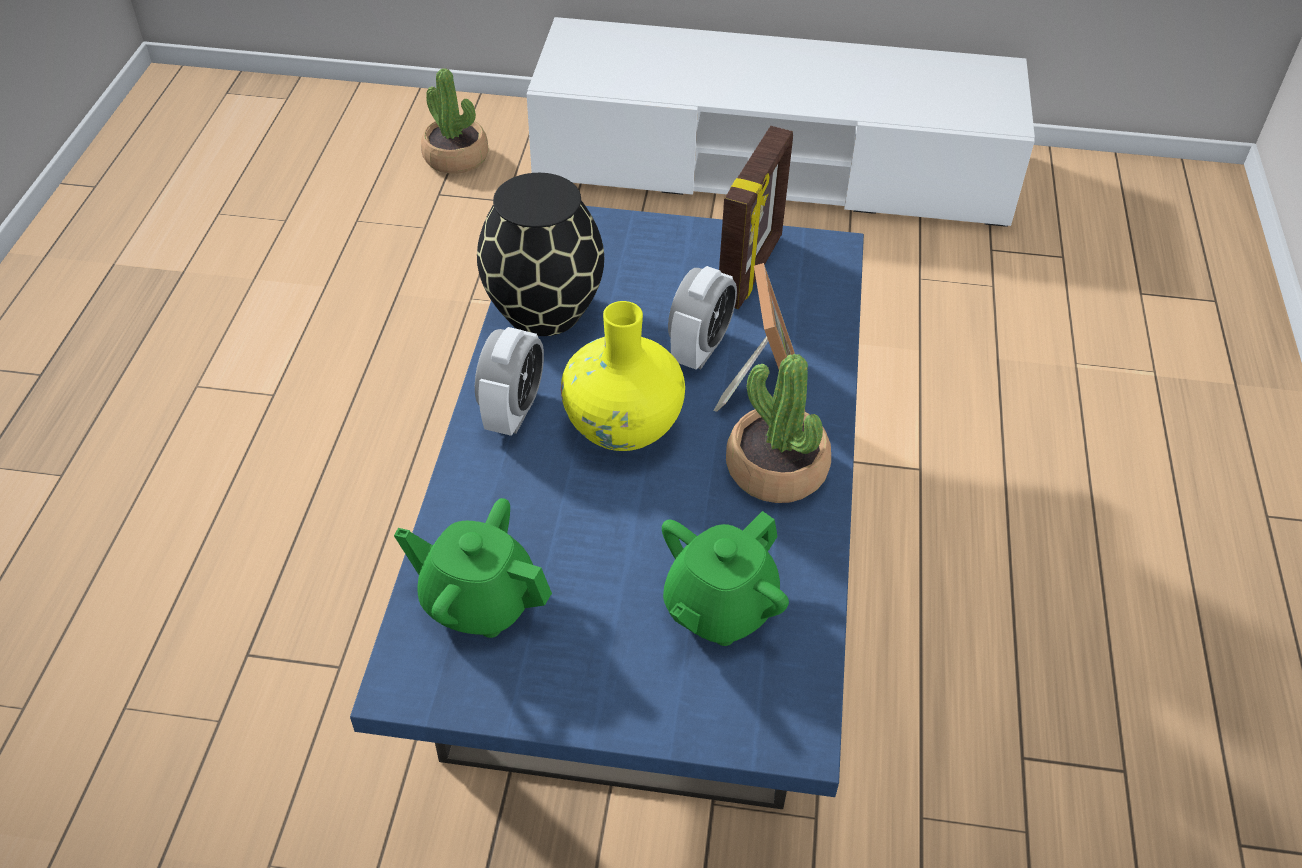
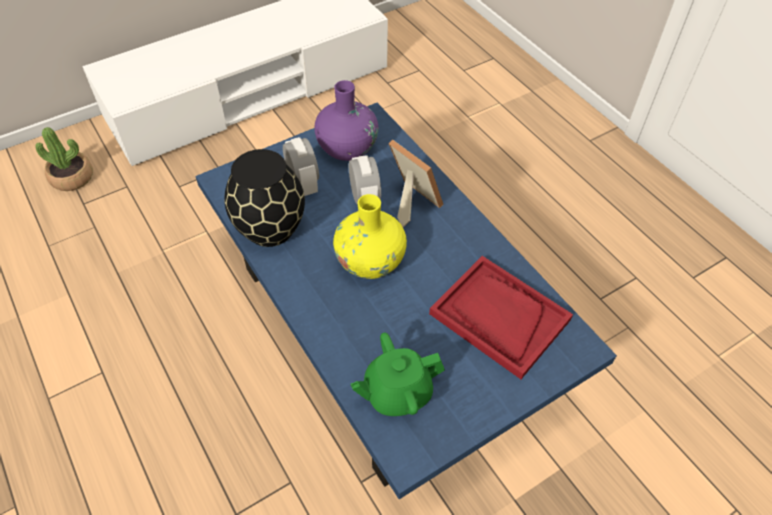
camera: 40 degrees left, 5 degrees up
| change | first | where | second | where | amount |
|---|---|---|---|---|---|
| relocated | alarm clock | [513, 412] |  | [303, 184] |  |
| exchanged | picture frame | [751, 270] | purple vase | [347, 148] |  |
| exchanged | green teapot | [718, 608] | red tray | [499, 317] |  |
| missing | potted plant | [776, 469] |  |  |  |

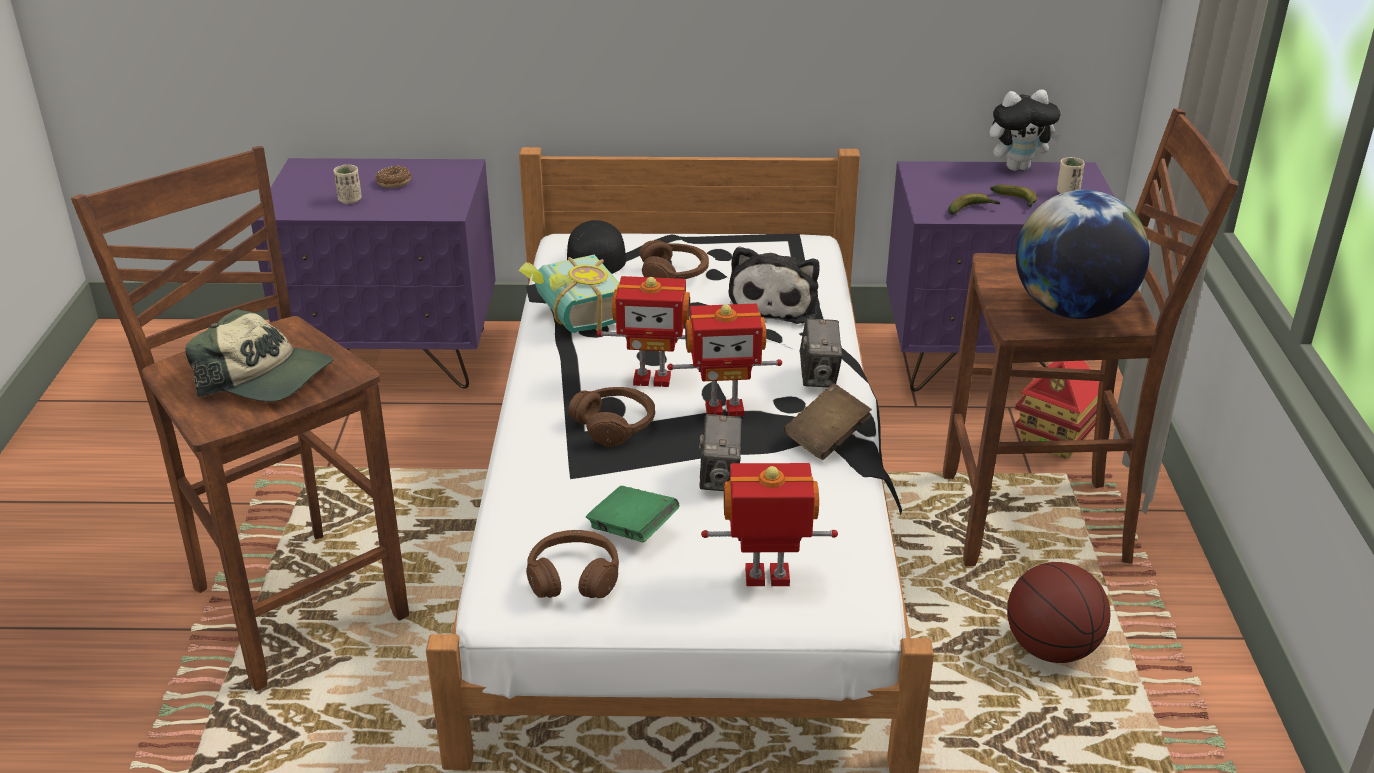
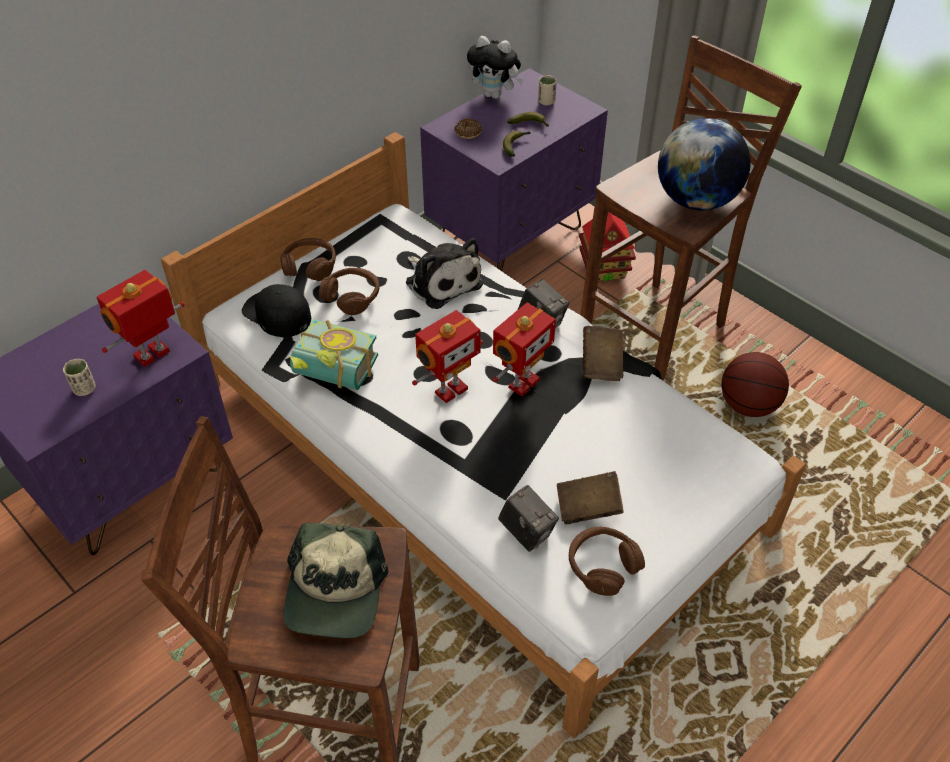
camera: 45 degrees left, 15 degrees up
| change | first | where | second | where | amount |
|---|---|---|---|---|---|
| relocated | toy robot | [767, 579] |  | [153, 355] |  |
| relocated | brown headphones | [615, 425] |  | [310, 266] |  |
| spun | cap | [266, 377] |  | [334, 592] | 120 degrees clockwise |
| relocated | donut | [394, 182] |  | [468, 132] |  |
| spun | plush toy | [1018, 167] |  | [495, 95] | 75 degrees clockwise |
| relocated | photo camera | [720, 478] |  | [527, 532] |  |
| colour | green book | [632, 530] | brown book | [588, 507] |  |

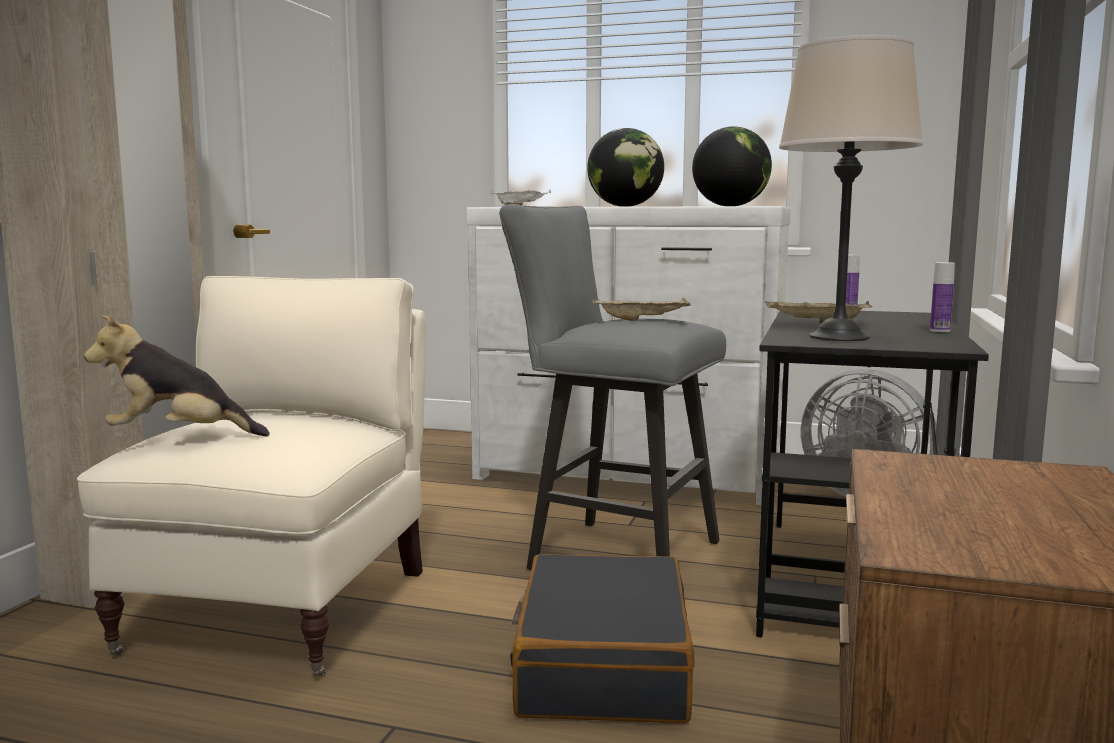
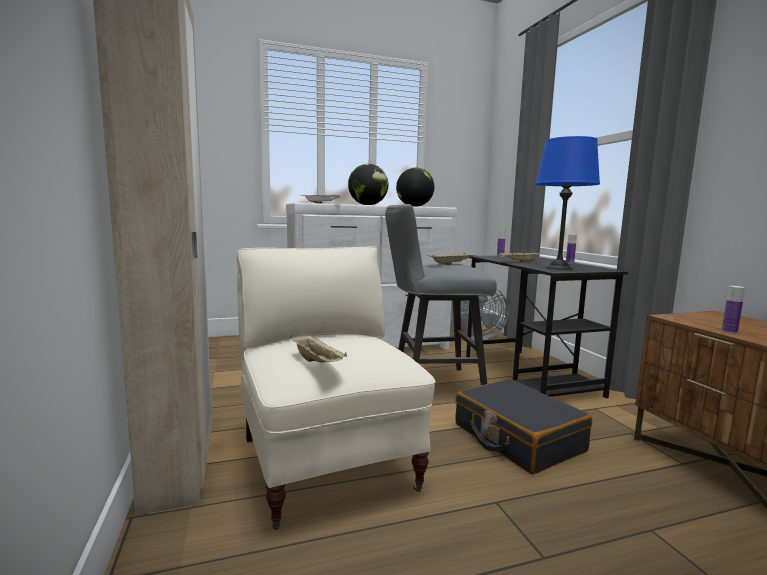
camera: 35 degrees left, 0 degrees up
| change | first | where | second | where | amount |
|---|---|---|---|---|---|
| exchanged | plush toy | [179, 437] | beige tray | [317, 362] |  |
| colour | beige table lamp | [839, 337] | blue table lamp | [559, 268] |  |
| appeared |  |  | bottle | [729, 332] |  |

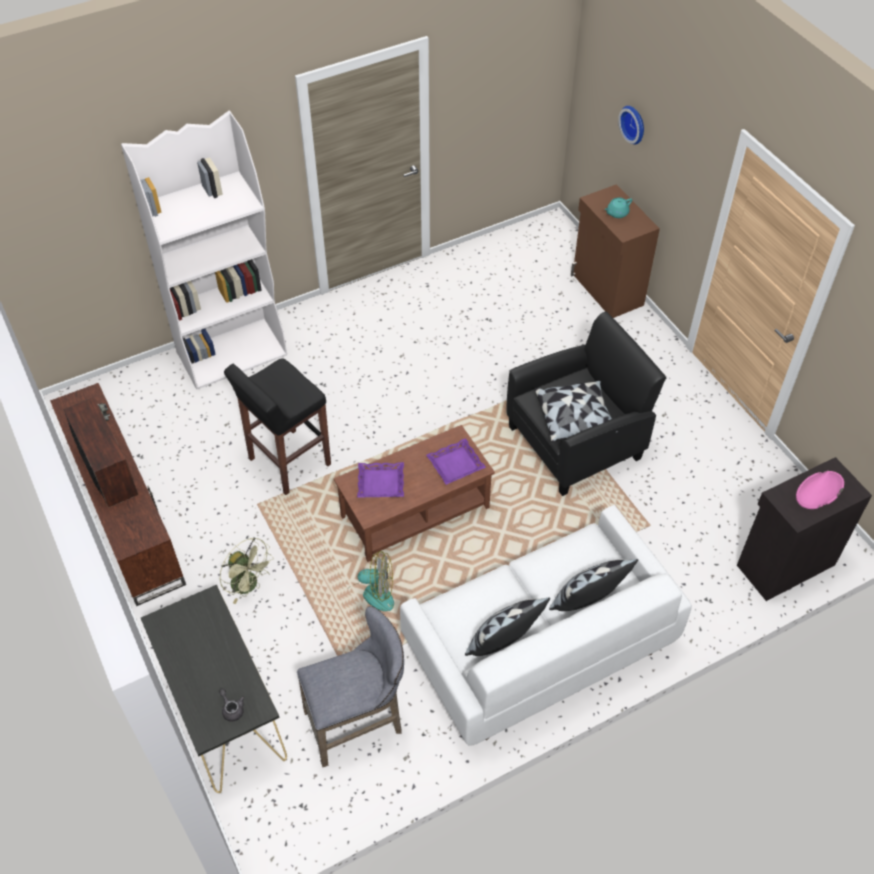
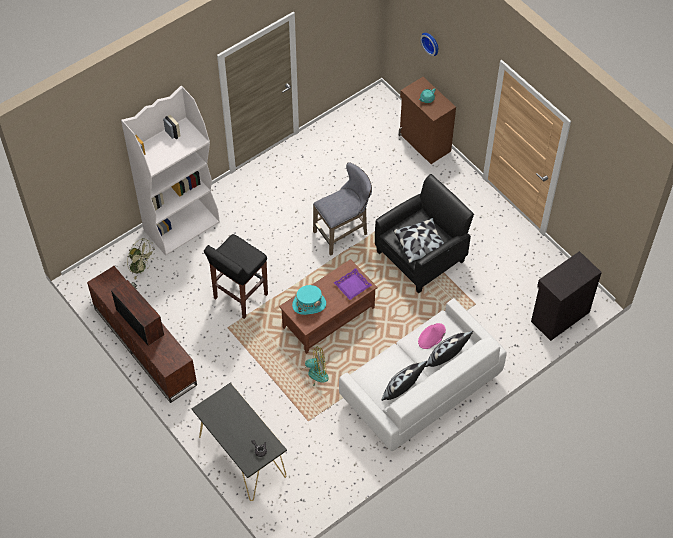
camera: 10 degrees left, 5 degrees up
| change | first | where | second | where | amount |
|---|---|---|---|---|---|
| relocated | green fan | [249, 585] |  | [141, 268] |  |
| exchanged | purple tray | [381, 483] | turquoise hat | [309, 304] |  |
| relocated | grey stool | [359, 723] |  | [343, 233] |  |
| relocated | pink hat | [819, 491] |  | [431, 336] |  |

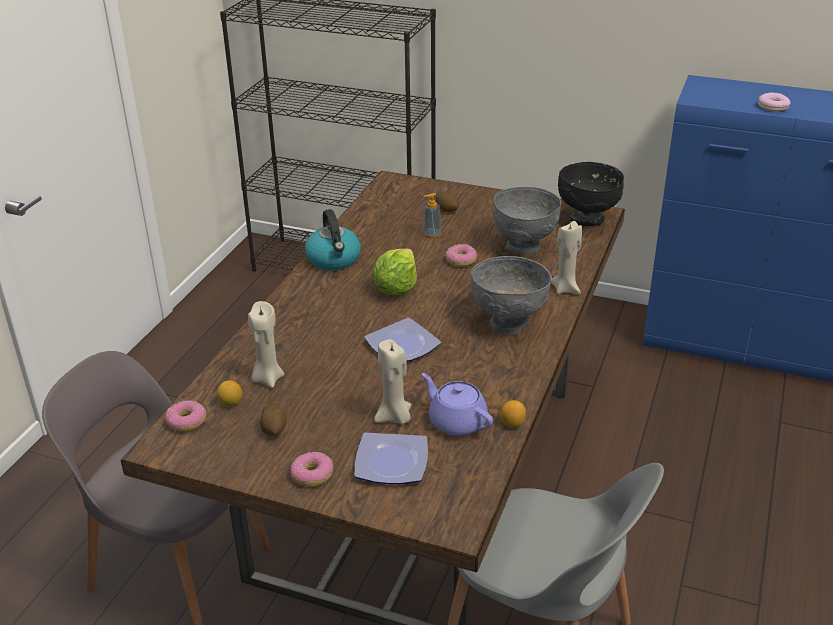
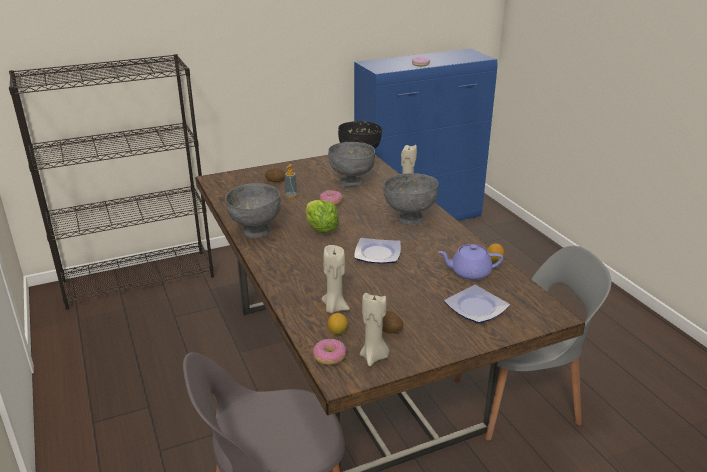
camera: 45 degrees left, 5 degrees down
| change | first | where | second | where | amount |
|---|---|---|---|---|---|
| exchanged | kettle | [334, 259] | grey bowl | [255, 231] |  |
| relocated | beige candle | [395, 417] |  | [374, 357] |  |
| missing | donut | [312, 475] |  |  |  |

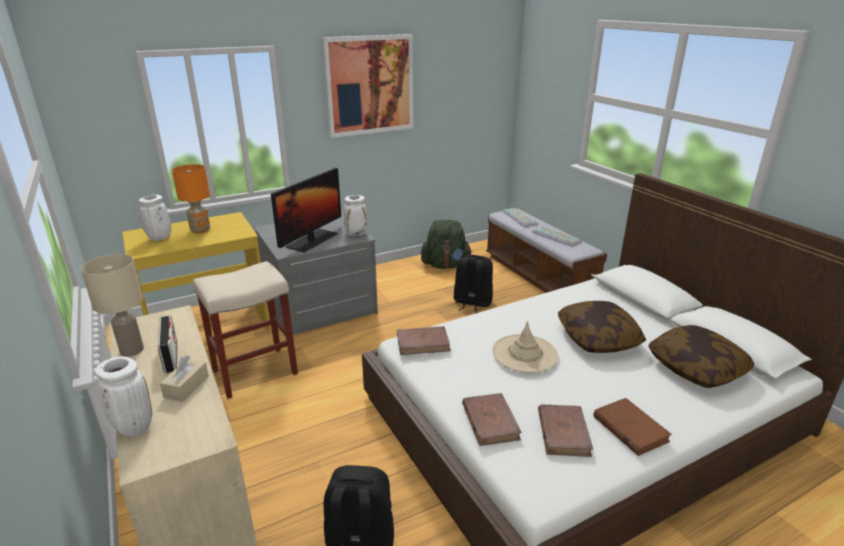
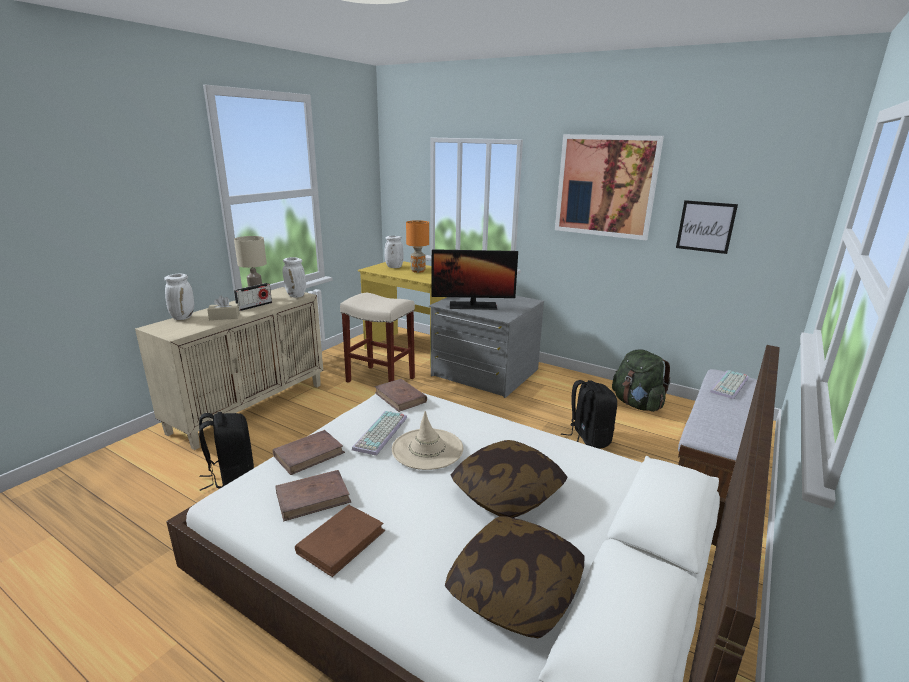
camera: 60 degrees right, 5 degrees down
| change | first | where | second | where | amount |
|---|---|---|---|---|---|
| relocated | white vase | [356, 233] |  | [296, 296] |  |
| relocated | keyboard | [557, 237] |  | [381, 433] |  |
| appeared |  |  | picture | [705, 226] |  |

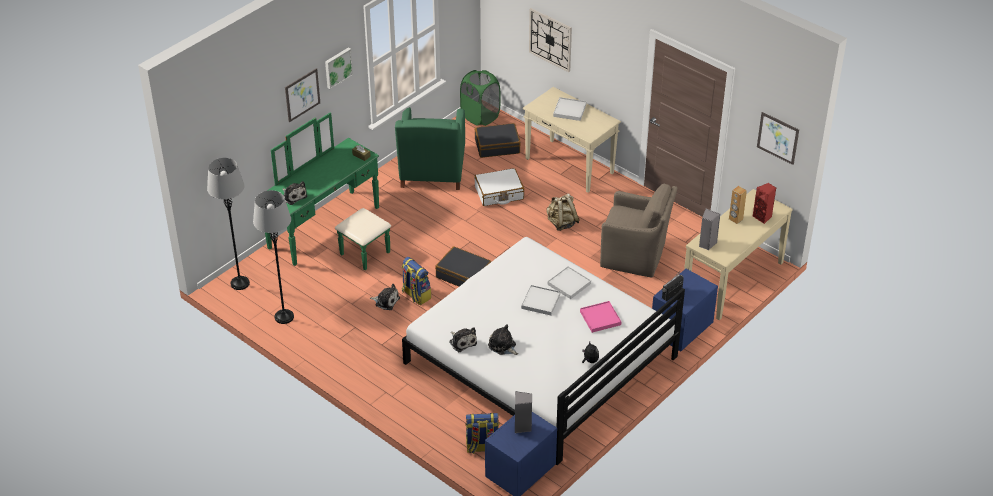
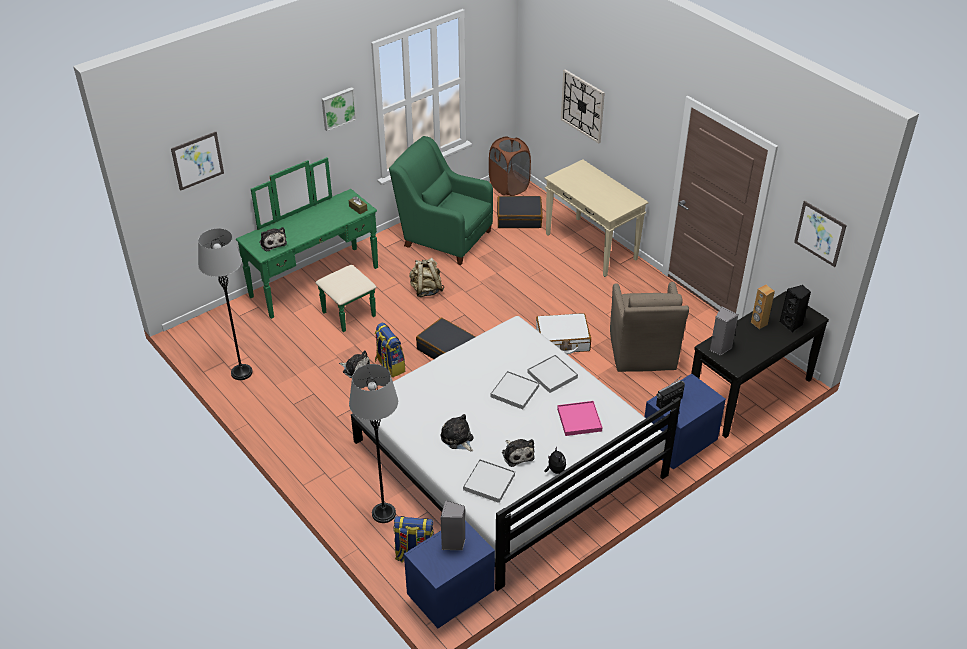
camera: 10 degrees right, 0 degrees up
| change | first | where | second | where | amount |
|---|---|---|---|---|---|
| relocated | picture | [302, 95] |  | [197, 160] |  |
| relocated | grey floor lamp | [240, 283] |  | [383, 513] |  |
| spun | green armchair | [432, 172] |  | [444, 237] | 105 degrees clockwise |
| relocated | beige backpack | [562, 223] |  | [426, 290] |  |
| relocated | white tray | [569, 110] |  | [489, 482] |  |
| colour | green laundry basket | [480, 116] | brown laundry basket | [509, 187] |  |
| relocated | plush toy | [462, 342] |  | [517, 454] |  |
| relocated | white suitcase | [499, 193] |  | [562, 340] |  |
| spun | brown armchair | [635, 256] |  | [642, 352] | 60 degrees clockwise |
| colour | beige console table | [733, 280] | black console table | [749, 393] |  |
| colour | red speaker | [763, 217] | black speaker | [792, 325] |  |

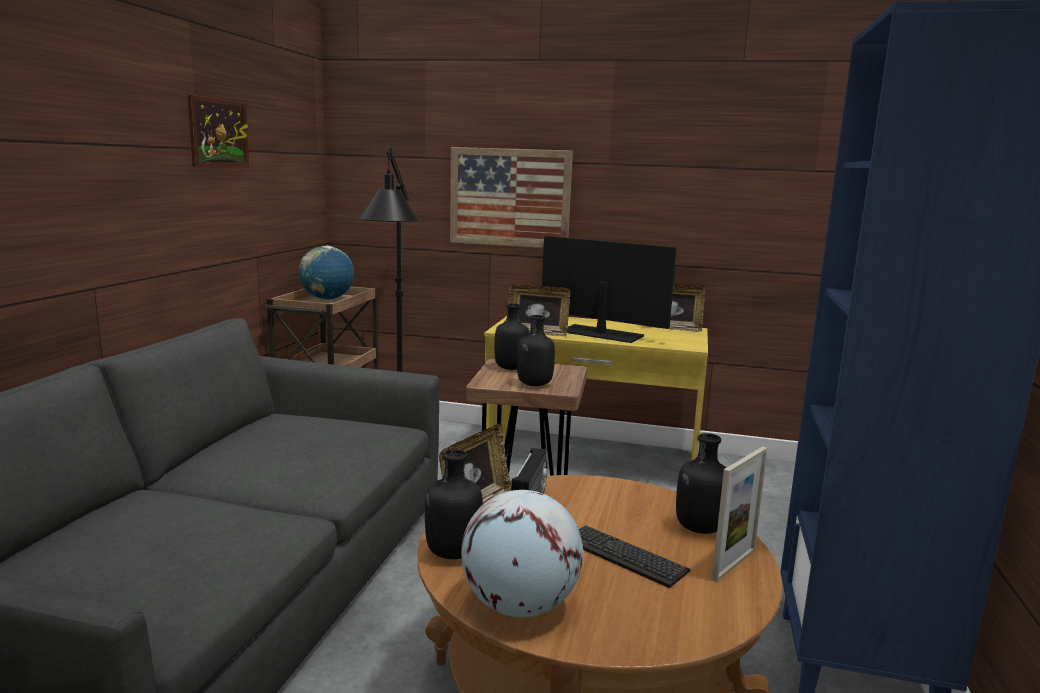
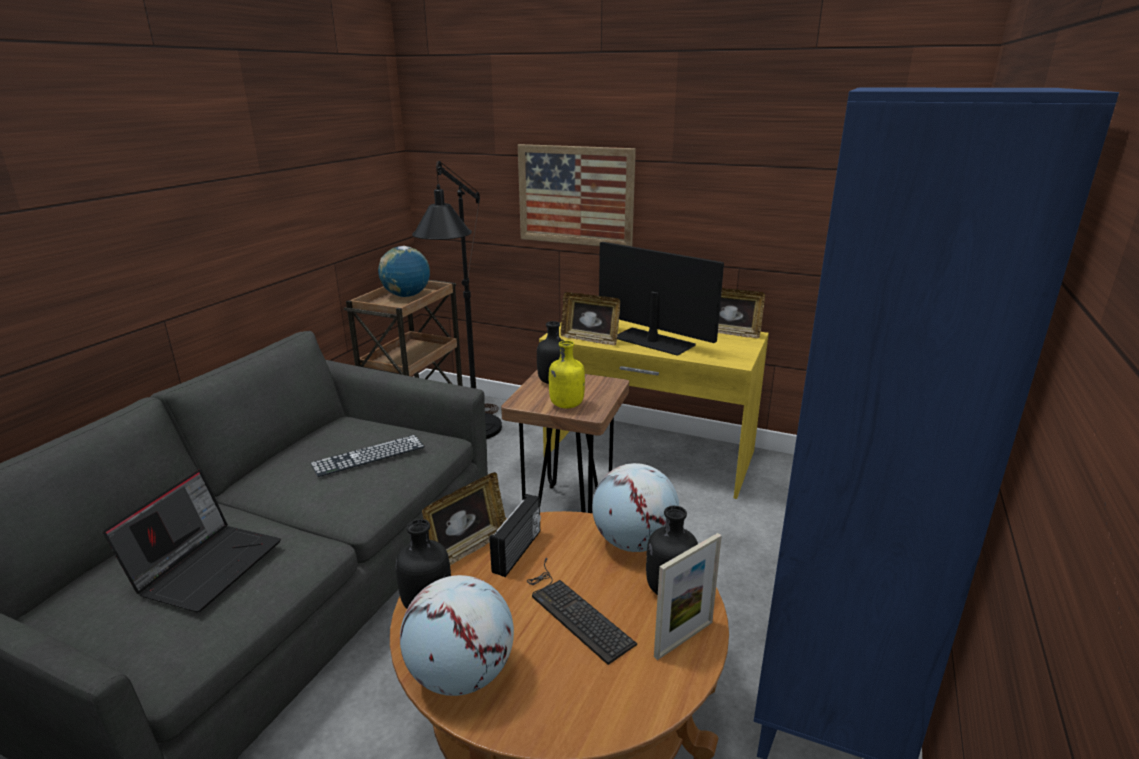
camera: 10 degrees right, 10 degrees up
| change | first | where | second | where | amount |
|---|---|---|---|---|---|
| appeared |  |  | laptop | [207, 565] |  |
| appeared |  |  | keyboard | [369, 455] |  |
| colour | black bottle | [534, 384] | yellow bottle | [566, 405] |  |
| appeared |  |  | globe | [634, 542] |  |
| missing | picture | [218, 133] |  |  |  |

